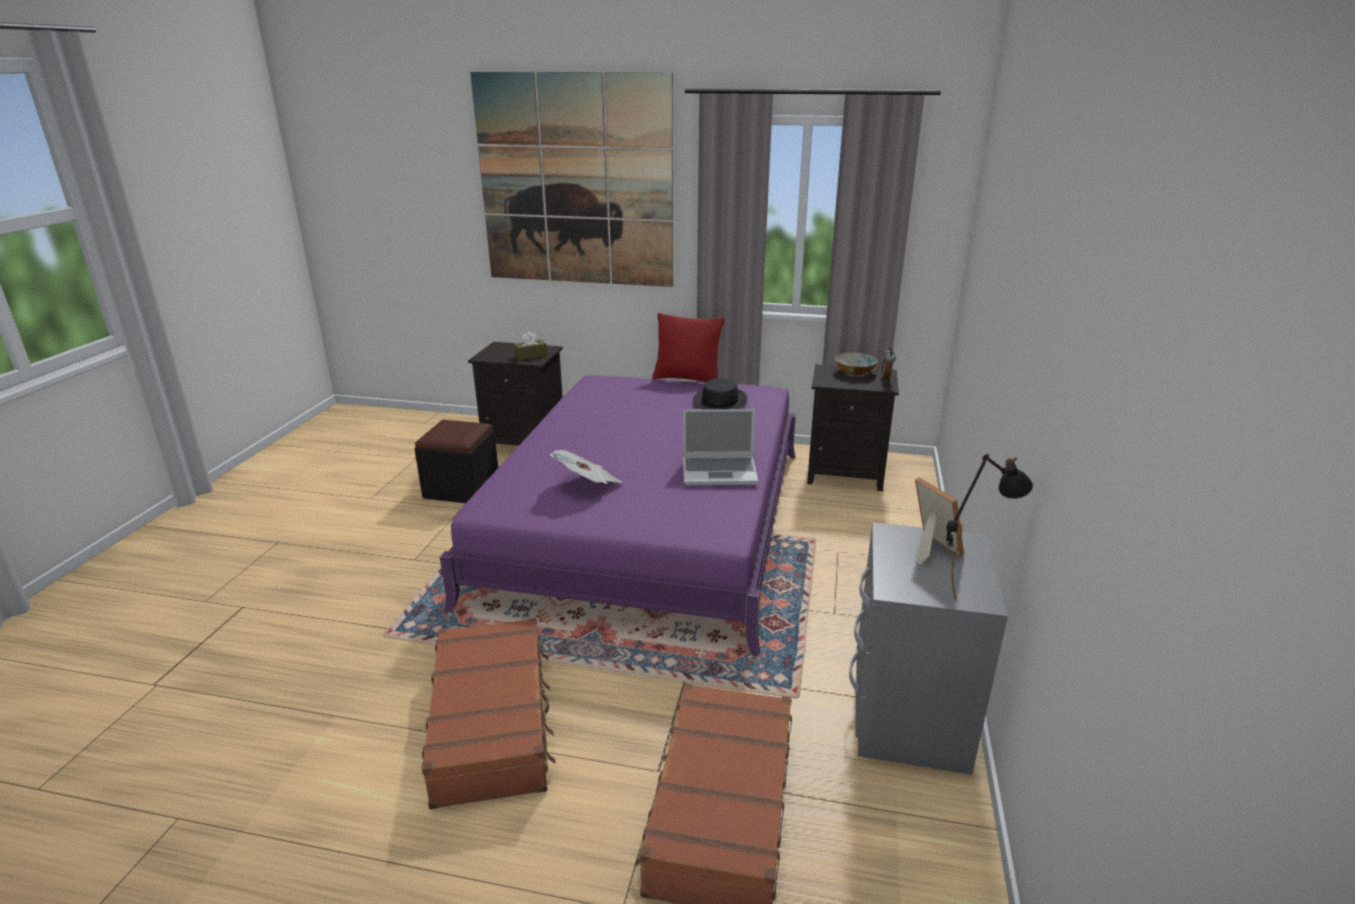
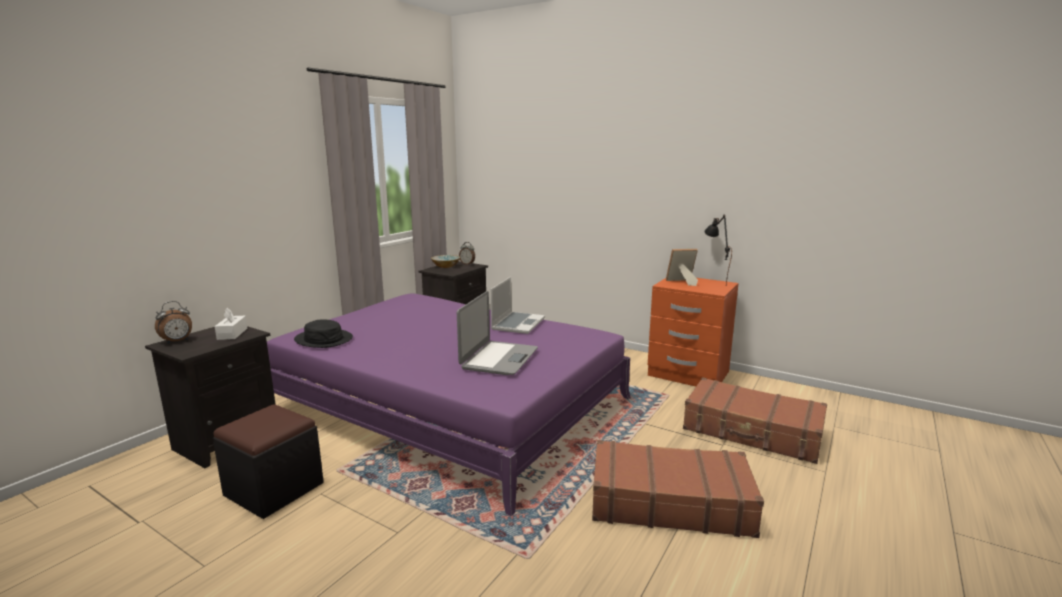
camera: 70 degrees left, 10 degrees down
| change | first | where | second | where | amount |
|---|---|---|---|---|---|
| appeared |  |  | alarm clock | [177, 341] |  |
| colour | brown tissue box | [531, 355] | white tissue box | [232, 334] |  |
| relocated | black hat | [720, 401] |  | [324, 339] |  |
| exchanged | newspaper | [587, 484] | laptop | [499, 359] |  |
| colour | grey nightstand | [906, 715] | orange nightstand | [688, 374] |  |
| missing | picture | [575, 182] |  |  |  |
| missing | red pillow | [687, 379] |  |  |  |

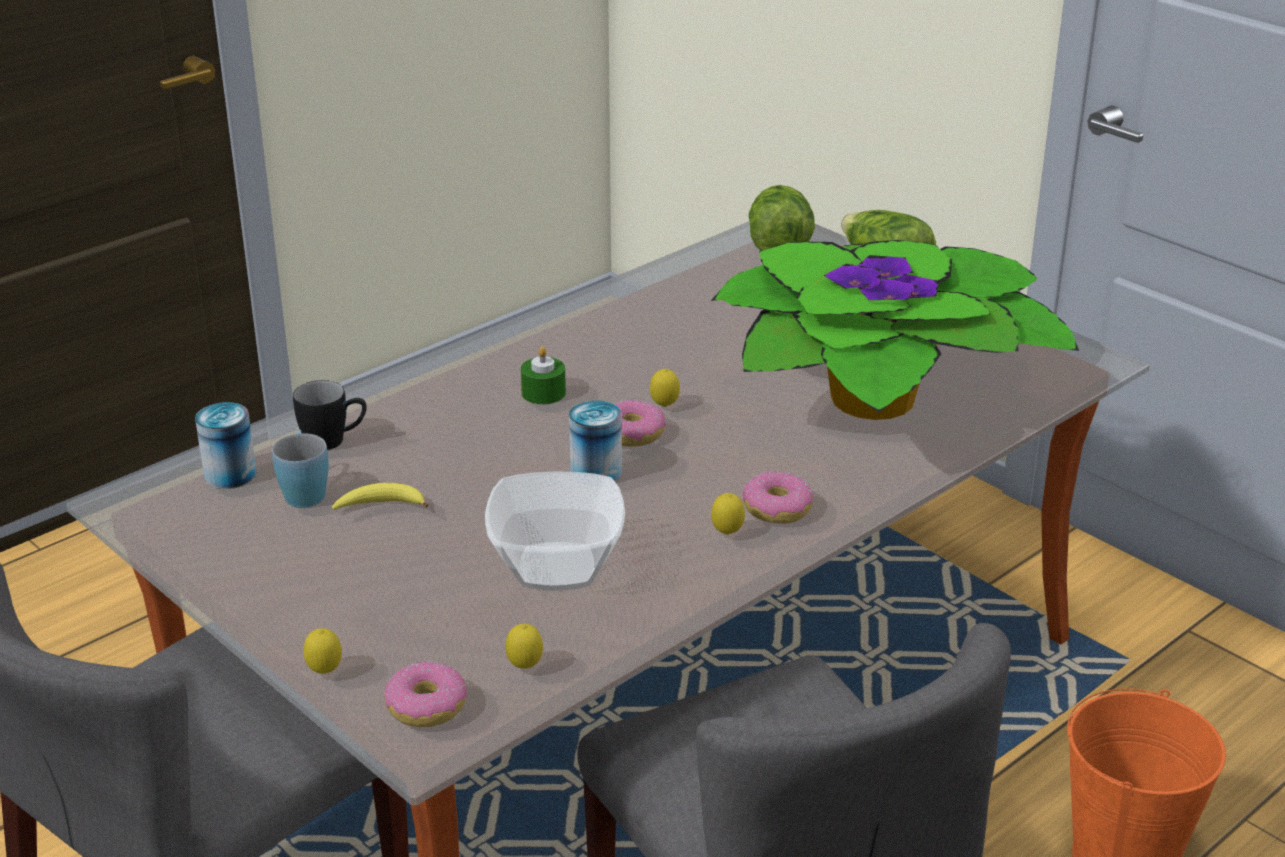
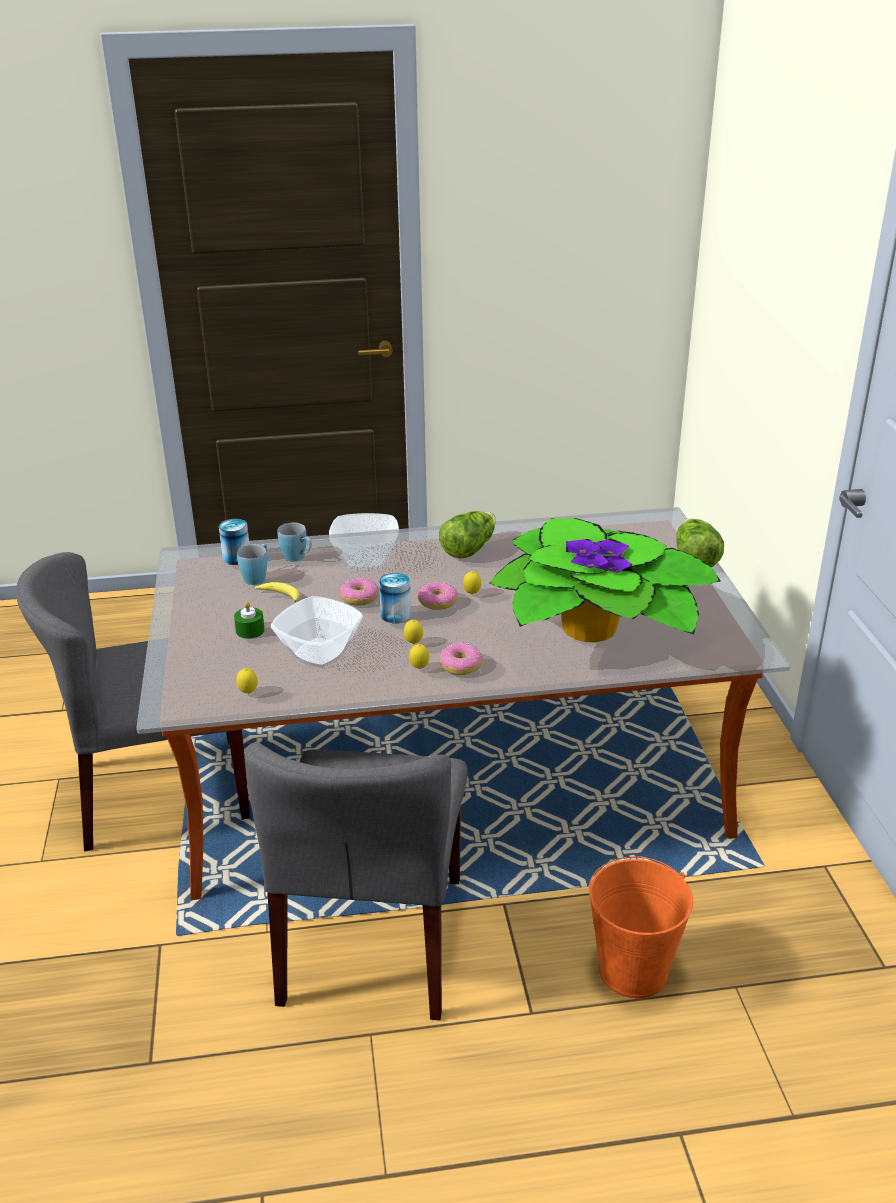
camera: 35 degrees right, 0 degrees up
| change | first | where | second | where | amount |
|---|---|---|---|---|---|
| relocated | green candle | [543, 393] |  | [250, 630] |  |
| colour | black mug | [334, 441] | blue mug | [298, 557] |  |
| appeared |  |  | bowl | [364, 561] |  |
| relocated | donut | [427, 706] |  | [359, 598] |  |
| relocated | lemon | [325, 672] |  | [413, 643] |  |
| relocated | lettuce | [778, 243] |  | [468, 548] |  |

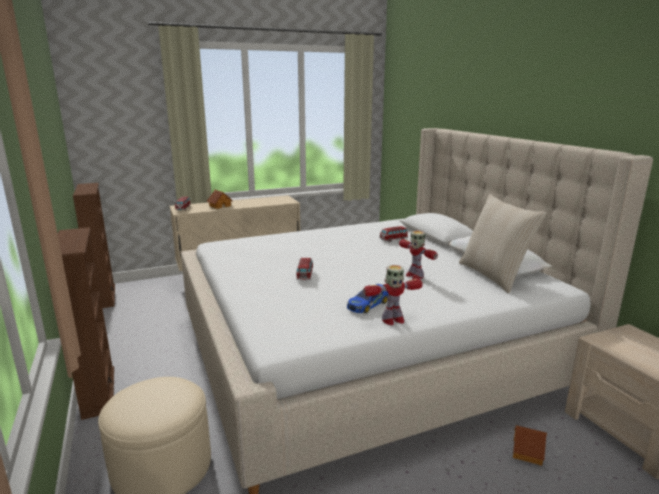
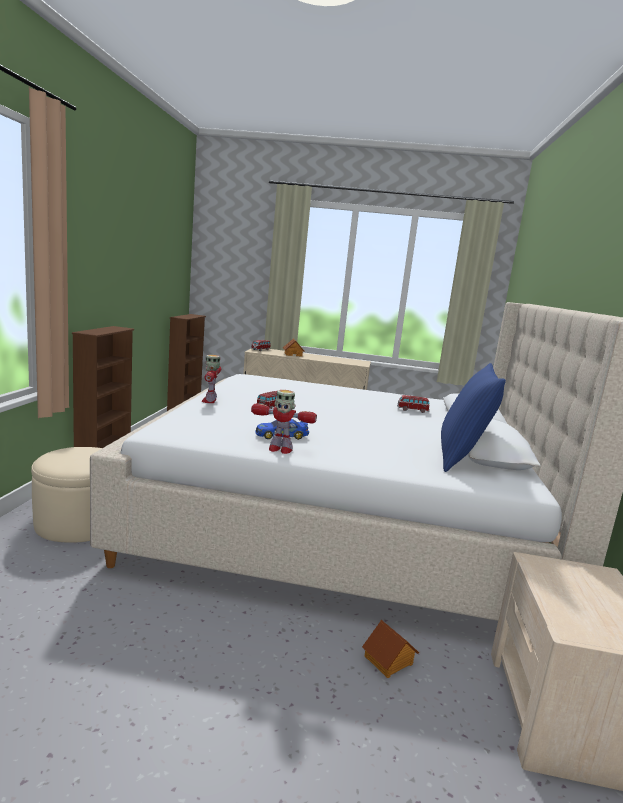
camera: 30 degrees right, 5 degrees down
| change | first | where | second | where | amount |
|---|---|---|---|---|---|
| relocated | toy robot | [414, 276] |  | [210, 401] |  |
| colour | beige pillow | [494, 276] | blue pillow | [461, 458] |  |

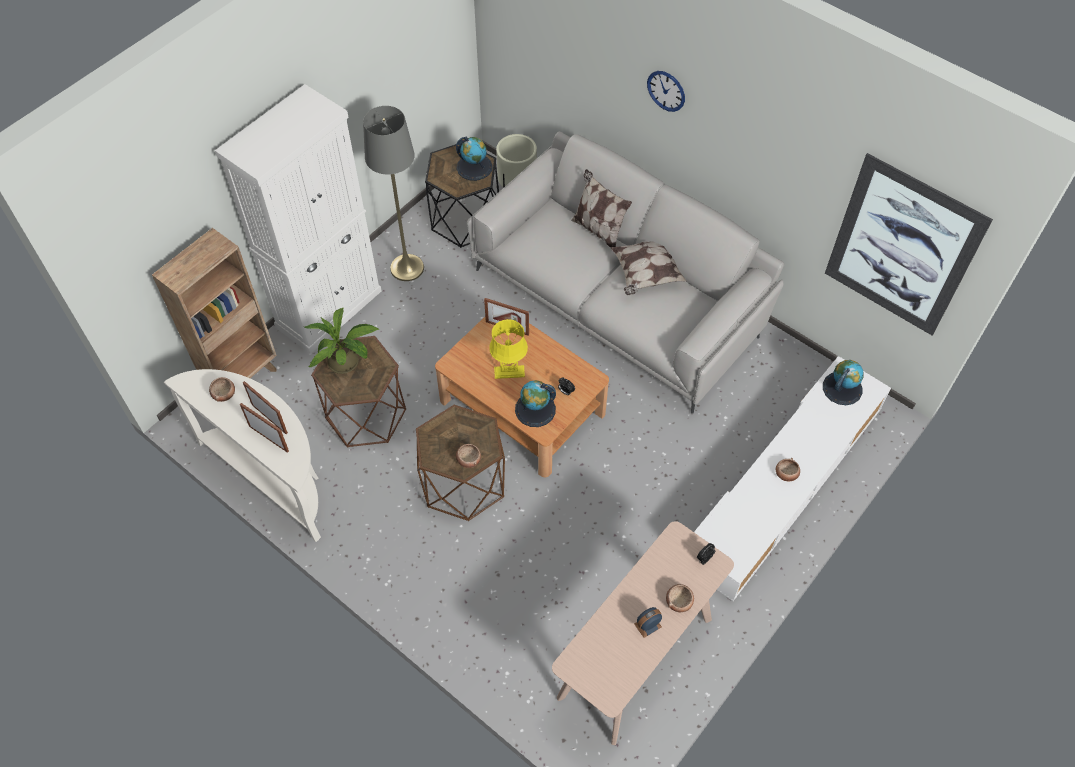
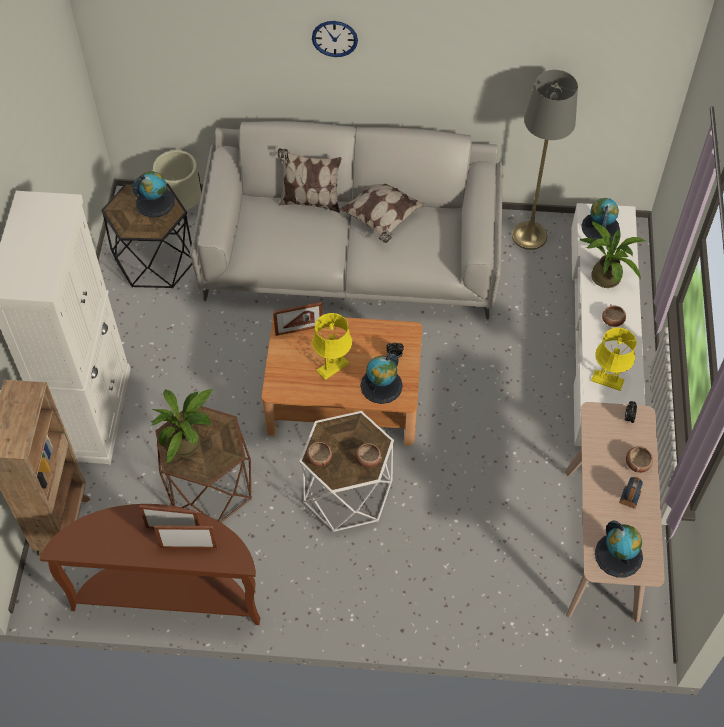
camera: 35 degrees left, 0 degrees up
| change | first | where | second | where | amount |
|---|---|---|---|---|---|
| colour | white console table | [273, 476] | brown console table | [169, 593] |  |
| colour | brown side table | [463, 483] | white side table | [347, 492] |  |
| relocated | bowl | [224, 393] |  | [319, 458] |  |
| relocated | grey floor lamp | [407, 267] |  | [529, 235] |  |
| appeared |  |  | potted plant | [604, 274] |  |
| appeared |  |  | yellow table lamp | [607, 380] |  |
| appeared |  |  | globe | [618, 555] |  |
| missing | picture | [902, 247] |  |  |  |

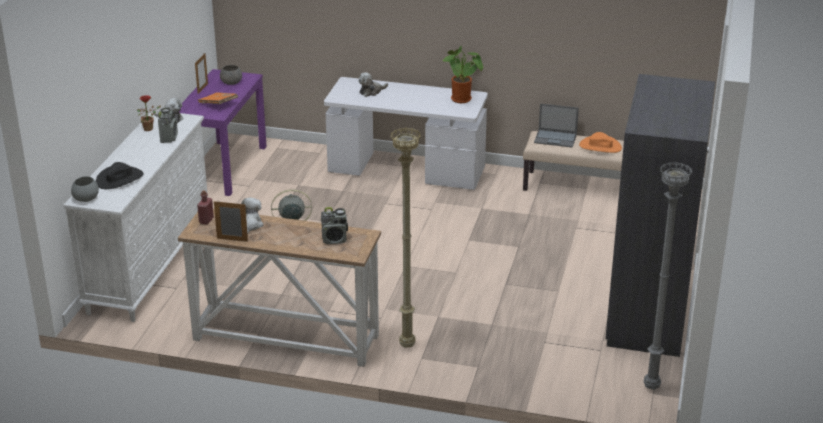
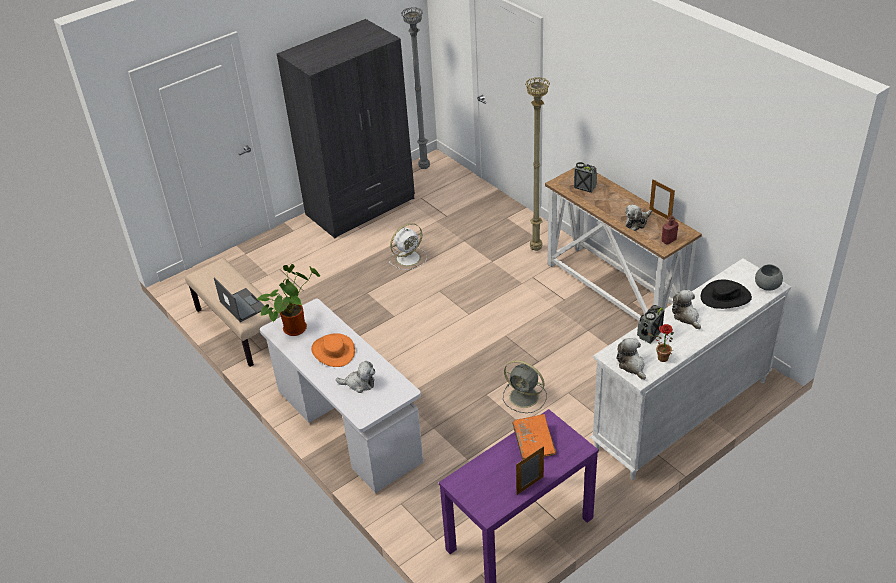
camera: 140 degrees left, 10 degrees up
| change | first | where | second | where | amount |
|---|---|---|---|---|---|
| relocated | orange hat | [600, 146] |  | [333, 351] |  |
| appeared |  |  | white fan | [409, 258] |  |
| appeared |  |  | plush toy | [686, 316] |  |
| missing | grey bowl | [232, 82] |  |  |  |

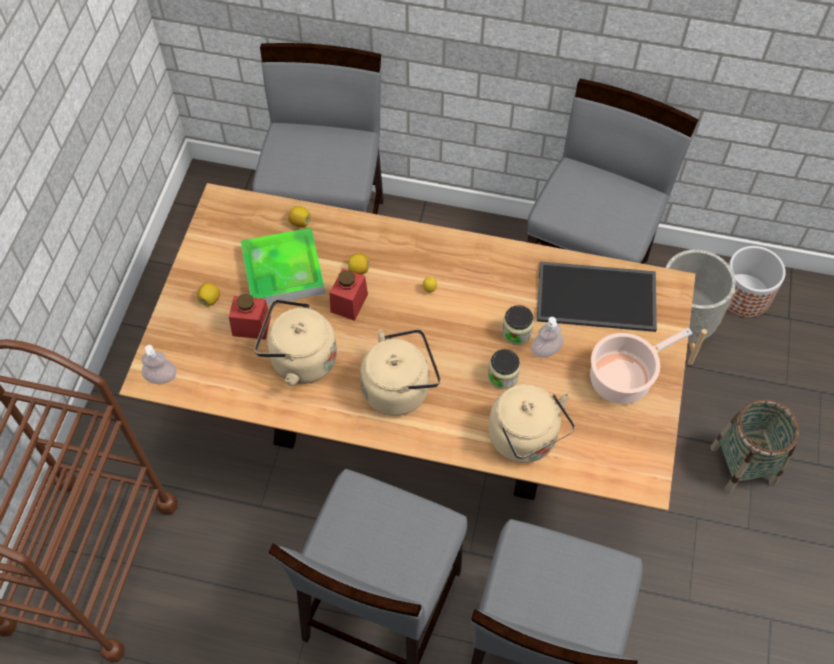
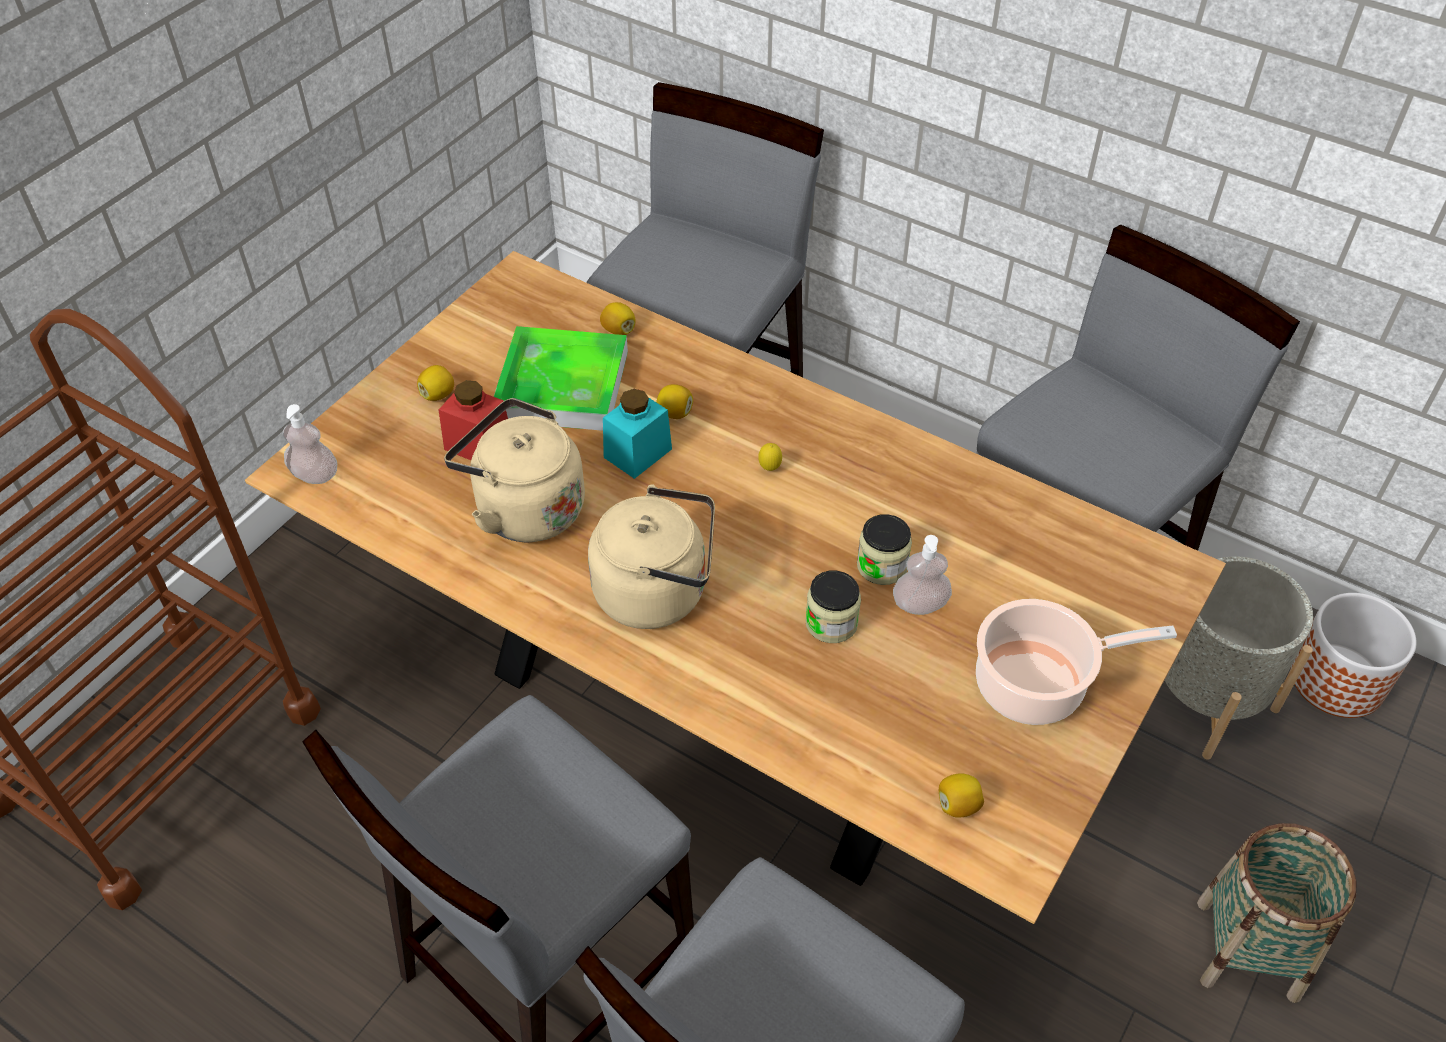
camera: 20 degrees right, 10 degrees down
| change | first | where | second | where | amount |
|---|---|---|---|---|---|
| colour | red jar | [349, 303] | turquoise jar | [637, 453] |  |
| appeared |  |  | lemon | [958, 805] |  |
| missing | beige kettle | [525, 439] |  |  |  |
| missing | tray | [597, 295] |  |  |  |

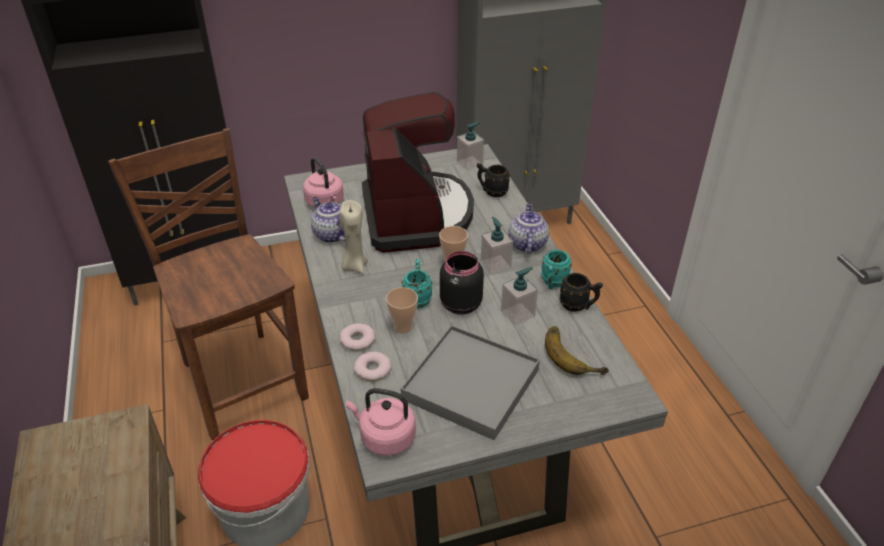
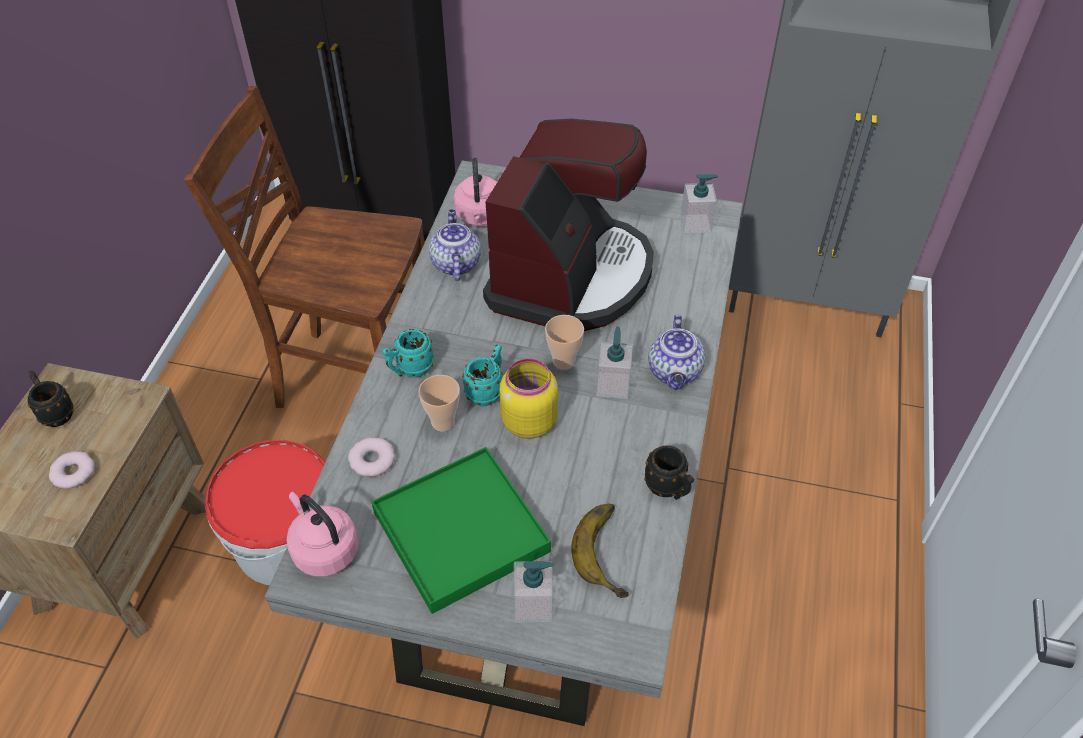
camera: 30 degrees right, 10 degrees up
| change | first | where | second | where | amount |
|---|---|---|---|---|---|
| relocated | black mug | [492, 191] |  | [55, 412] |  |
| relocated | donut | [357, 340] |  | [73, 472] |  |
| spun | brown chair | [242, 379] |  | [354, 379] | 75 degrees counterclockwise |
| colour | grey tray | [471, 384] | green tray | [461, 531] |  |
| relocated | turquoise mug | [553, 283] |  | [410, 370] |  |
| colour | black jar | [459, 305] | yellow jar | [527, 422] |  |
| relocated | soap dispenser | [518, 314] |  | [533, 605] |  |
| spun | teapot | [527, 243] |  | [675, 372] | 150 degrees clockwise |
| missing | beige candle | [354, 266] |  |  |  |

